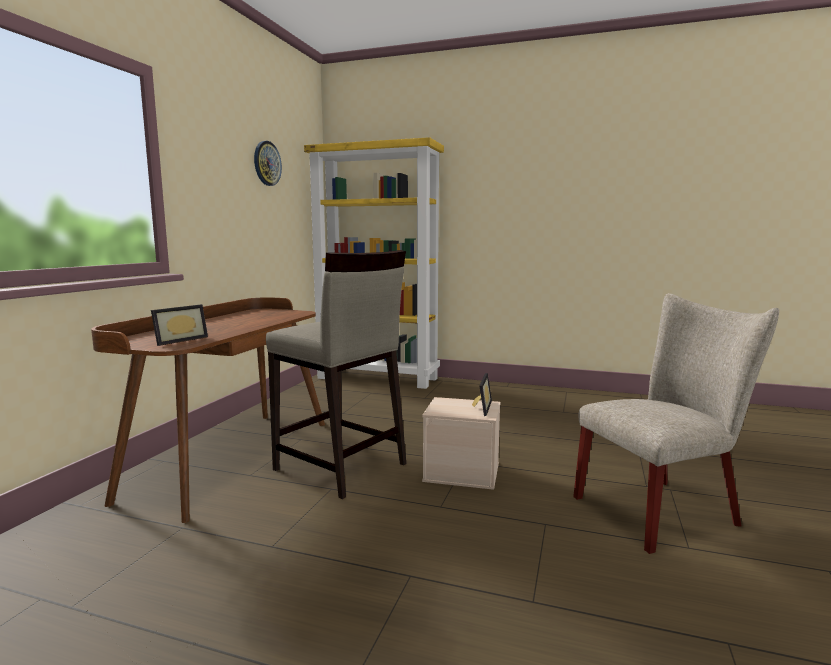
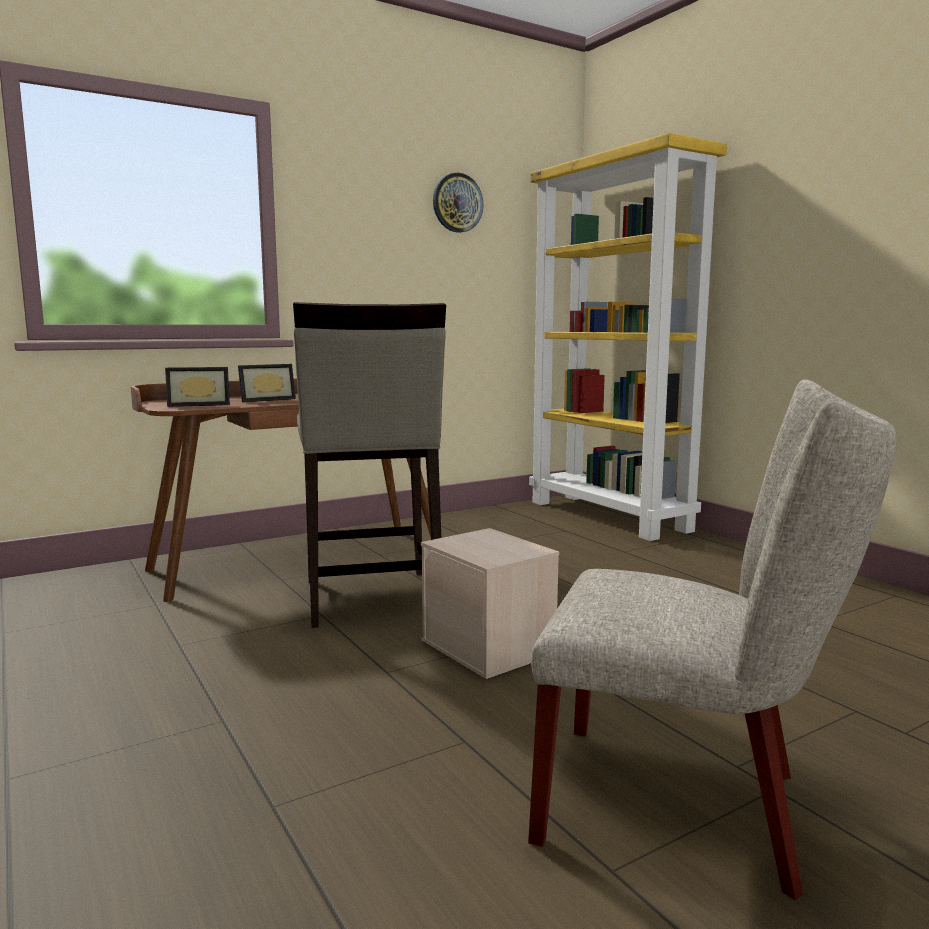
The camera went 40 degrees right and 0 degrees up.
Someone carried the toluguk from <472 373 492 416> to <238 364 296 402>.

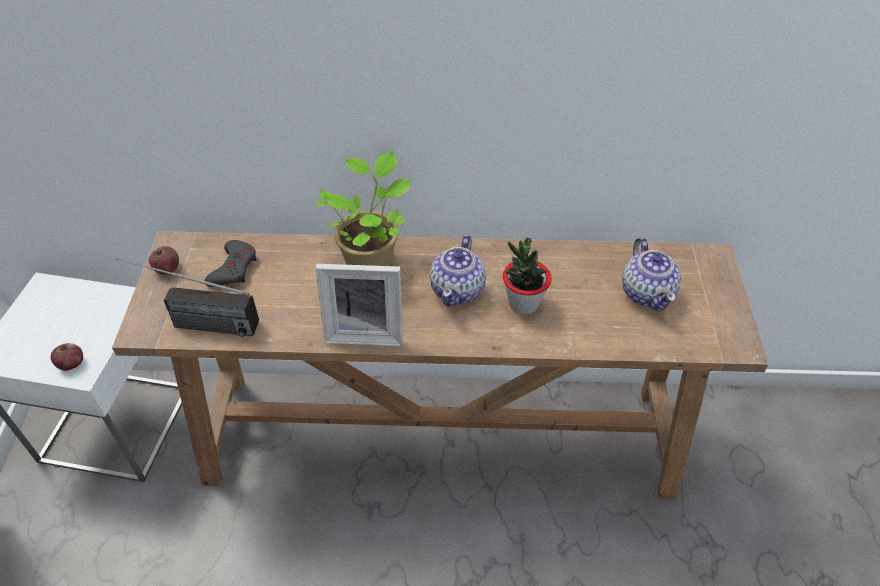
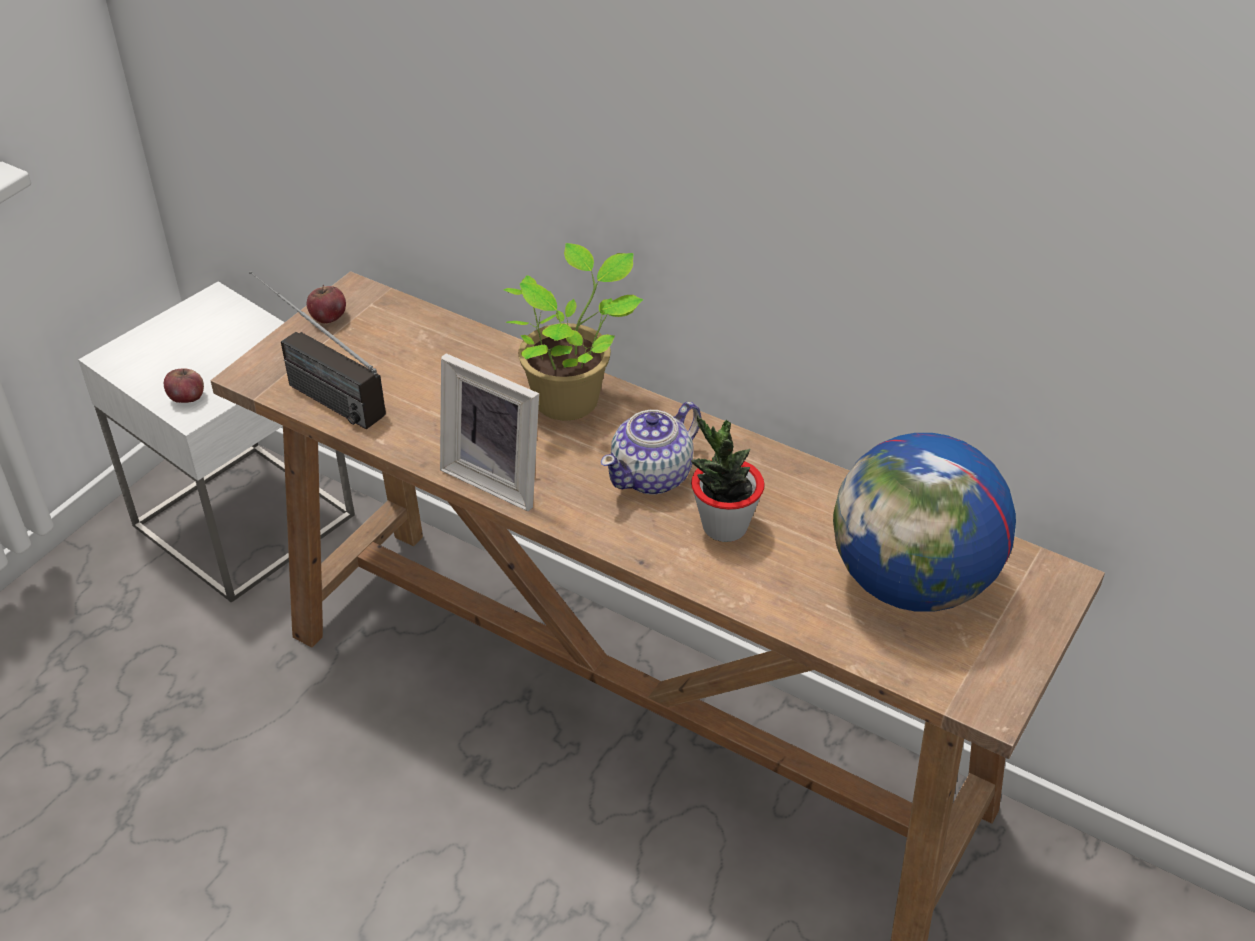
The camera went 30 degrees right and 5 degrees down.
Someone took away the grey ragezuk at <204 240 257 287>.
Someone swapped the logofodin at <622 237 681 311> for the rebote at <833 433 1016 612>.

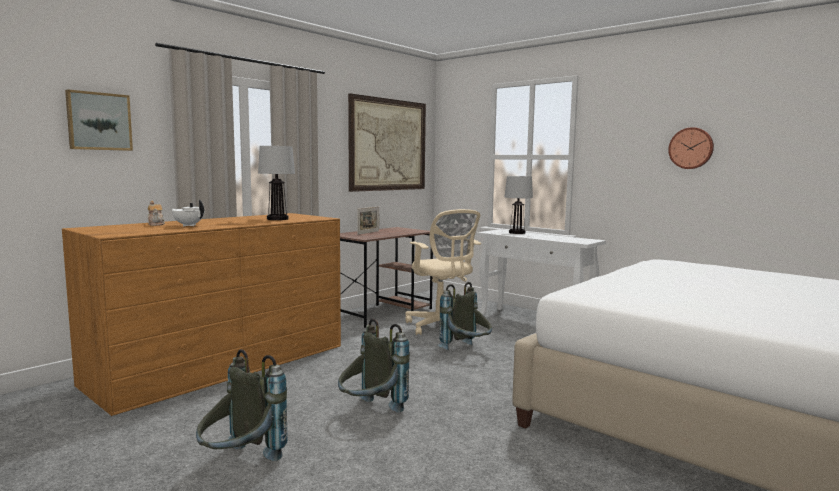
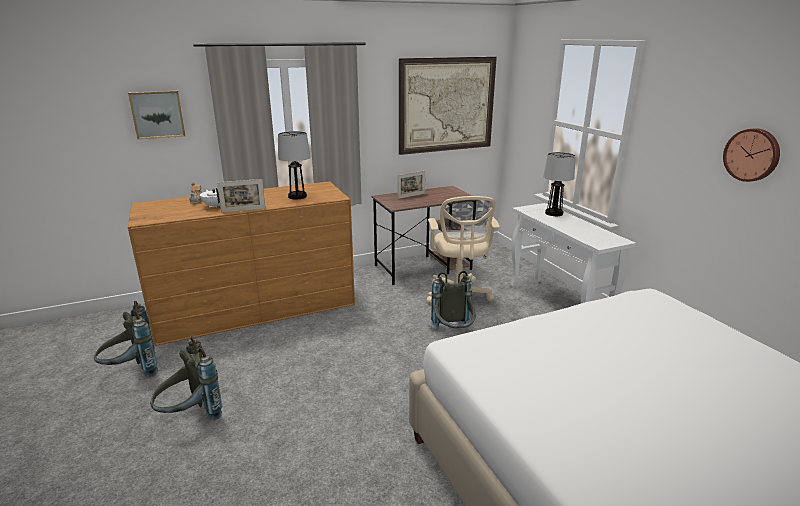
The camera went 25 degrees right and 15 degrees up.
Someone carried the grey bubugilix from <338 319 410 412> to <94 301 158 377>.
Someone put down the toluguk at <217 179 265 213>.

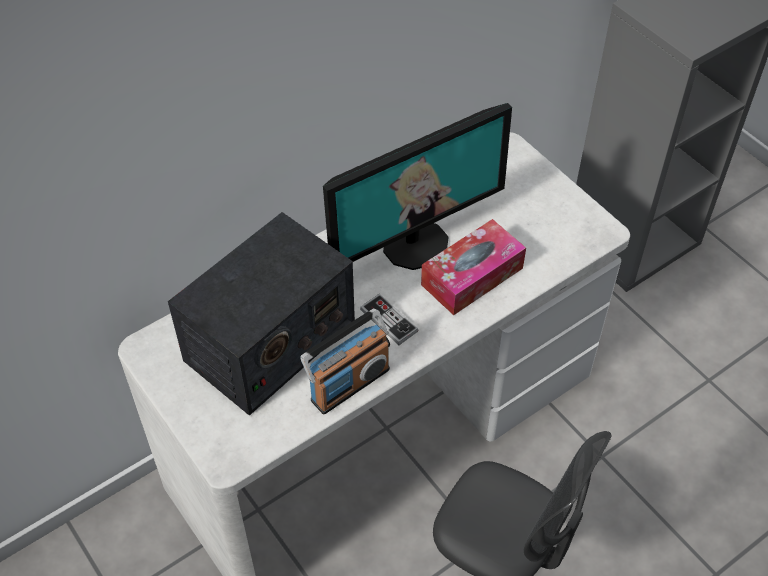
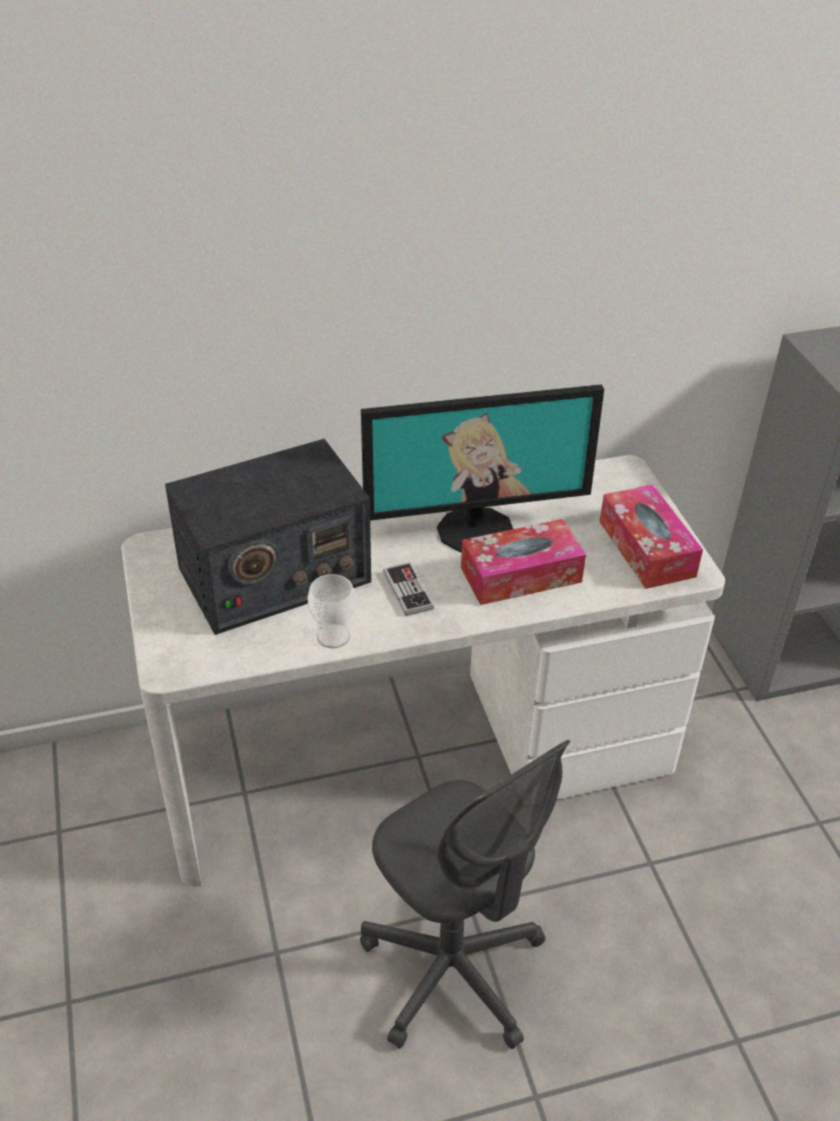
The camera went 20 degrees right and 10 degrees down.
Someone swapped the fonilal at <300 308 390 415> for the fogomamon at <307 574 356 649>.
Someone put down the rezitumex at <600 484 703 589>.

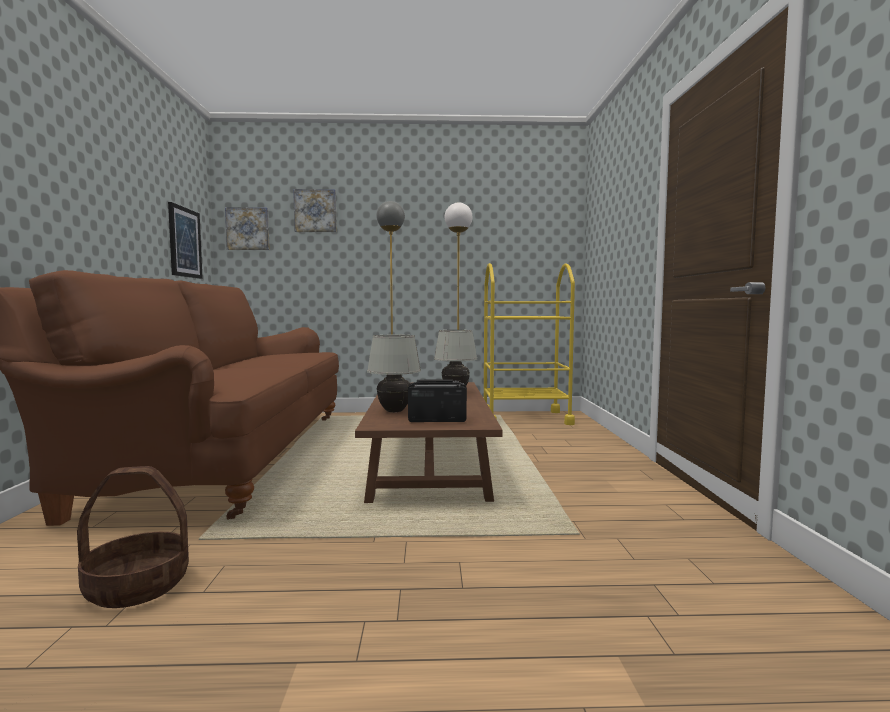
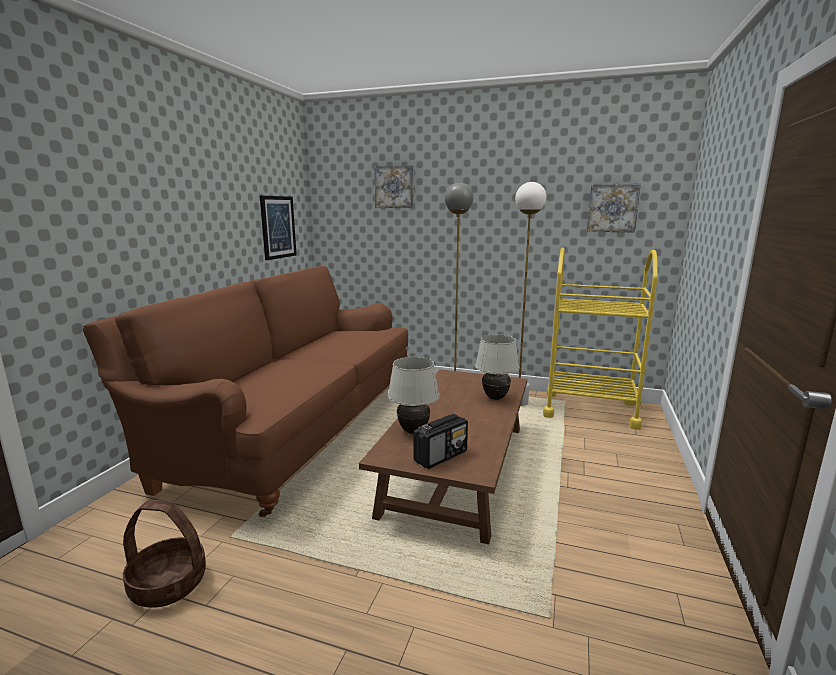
The camera went 20 degrees right and 10 degrees up.
Someone carried the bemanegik from <225 207 270 250> to <587 184 641 232>.
Someone rotated the fonilal at <408 379 467 422> by 120 degrees clockwise.

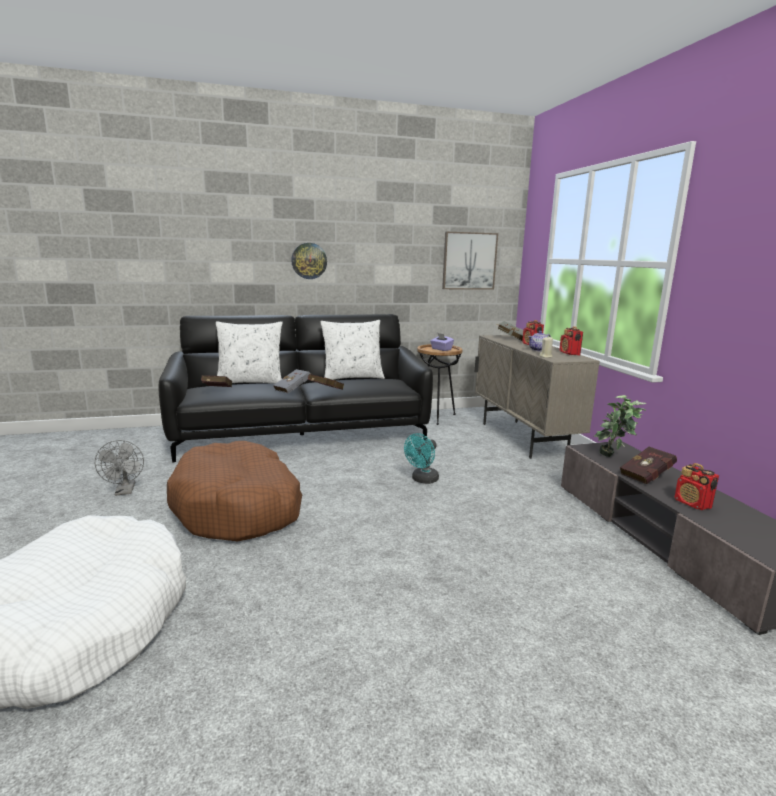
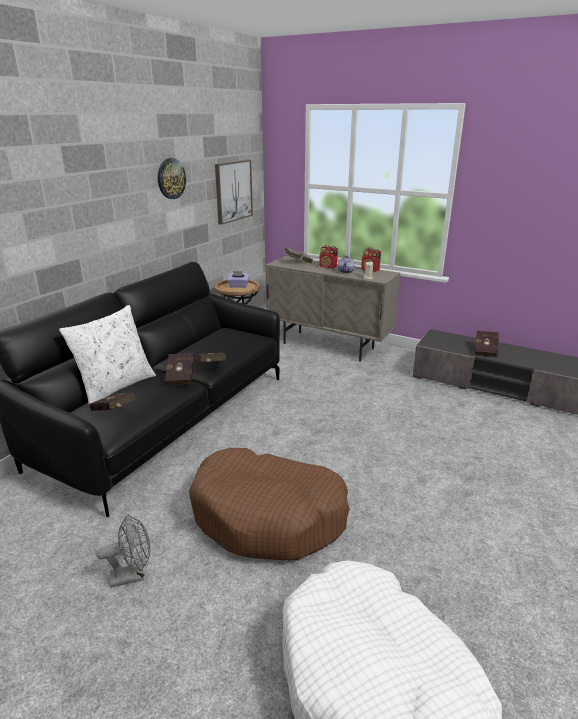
The camera went 45 degrees left and 10 degrees up.
Someone rotated the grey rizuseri at <95 440 144 495> by 45 degrees counterclockwise.
Someone repainted the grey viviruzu at <273 369 311 393>, which became the red viviruzu at <165 353 194 386>.
Someone carried the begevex from <291 243 327 279> to <158 158 186 199>.
Someone took away the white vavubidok at <320 320 385 380>.
Someone took away the turquoise rizuseri at <404 433 439 484>.
Someone took away the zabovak at <594 395 646 457>.
Someone took away the fonilal at <675 463 719 510>.

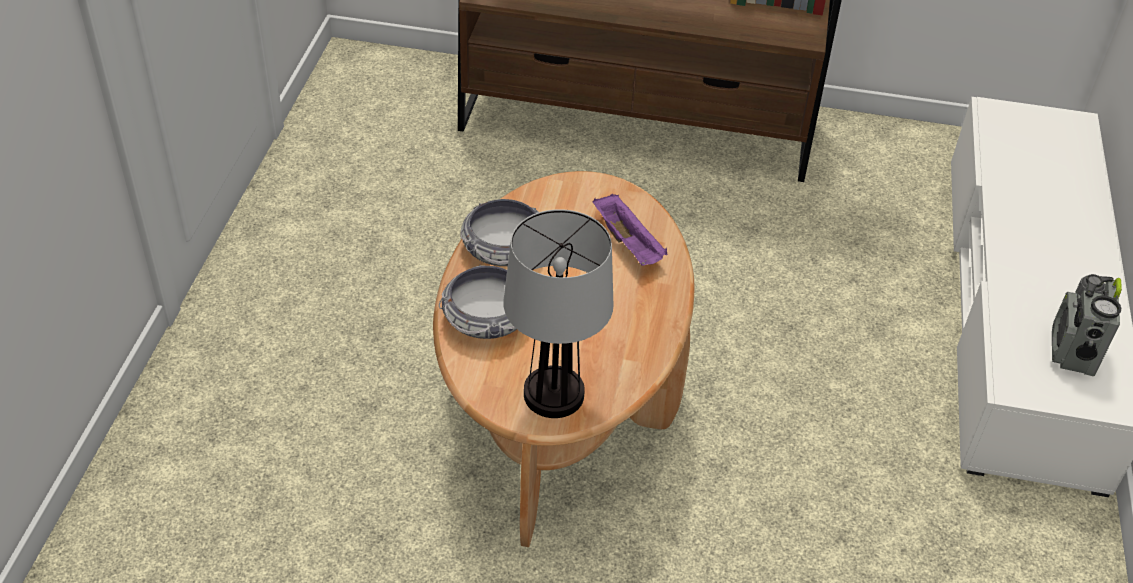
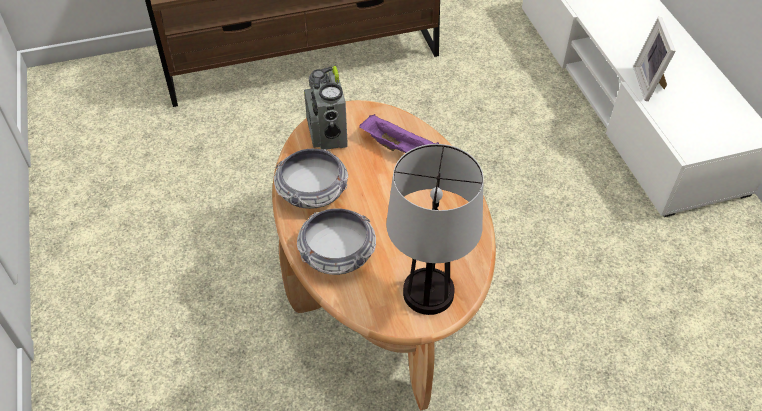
The camera went 25 degrees left and 5 degrees up.
Someone carried the fonilal from <1052 274 1122 376> to <304 66 348 150>.
Someone put down the toluguk at <633 17 676 101>.

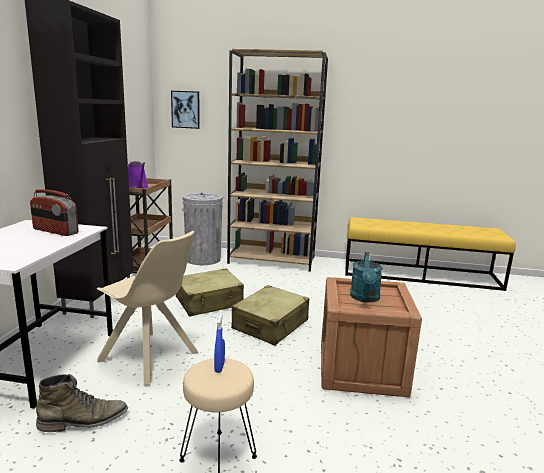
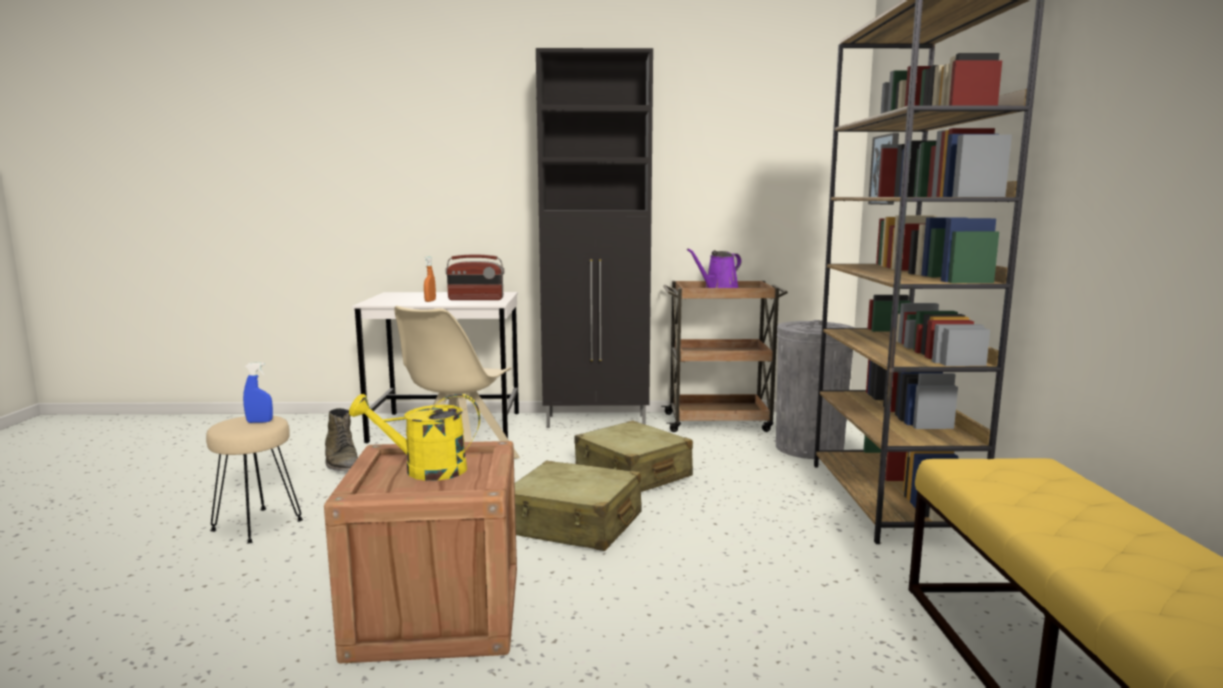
The camera went 80 degrees right and 5 degrees down.
Someone rotated the fonilal at <30 189 79 236> by 105 degrees counterclockwise.
Someone repainted the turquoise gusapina at <350 252 383 302>, which became the yellow gusapina at <349 394 480 481>.
Someone put down the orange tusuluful at <424 257 436 302>.

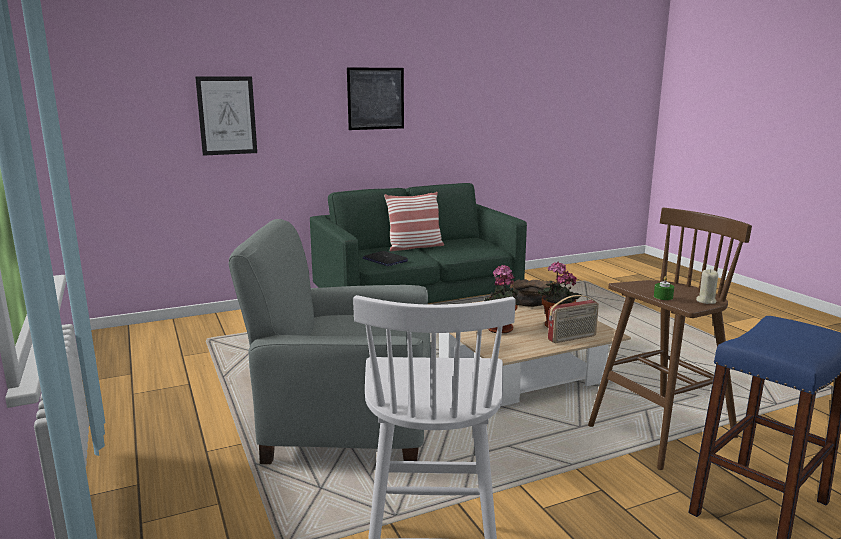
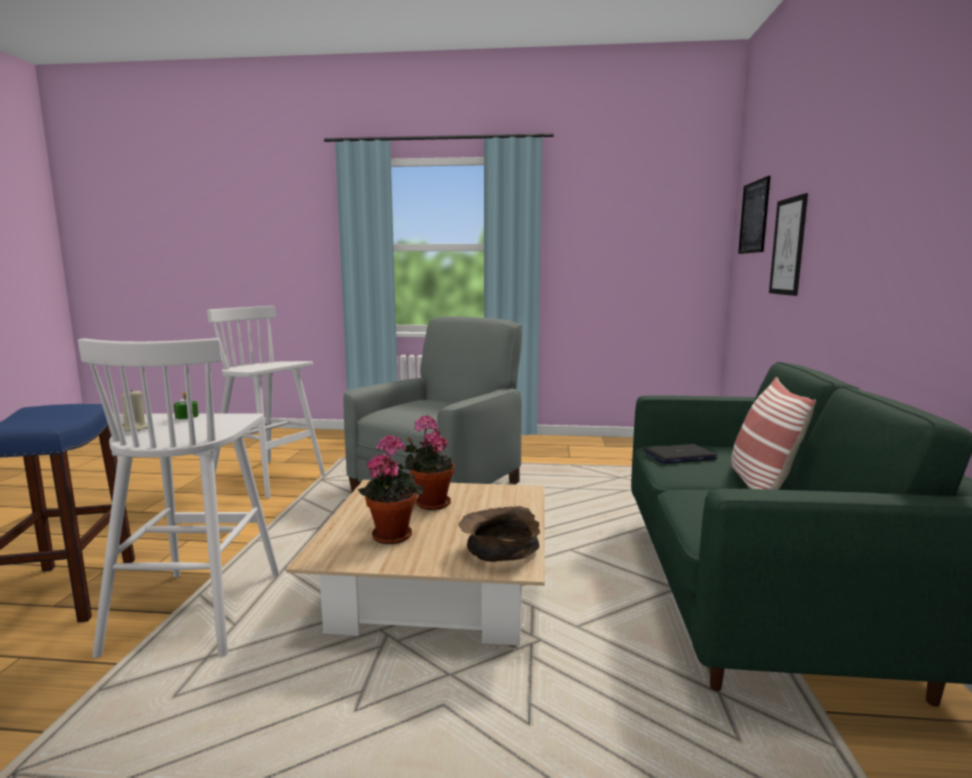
The camera went 120 degrees right and 5 degrees down.
Someone carried the bemanegik from <347 67 404 130> to <738 176 770 254>.
Someone took away the fonilal at <548 295 599 343>.
Someone repainted the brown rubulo at <588 208 752 470>, which became the white rubulo at <78 338 280 658>.

